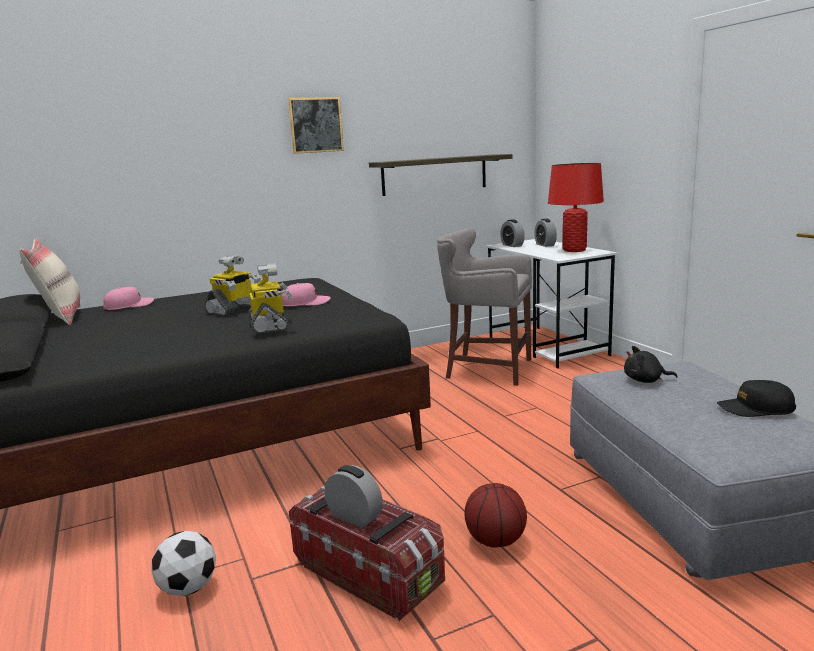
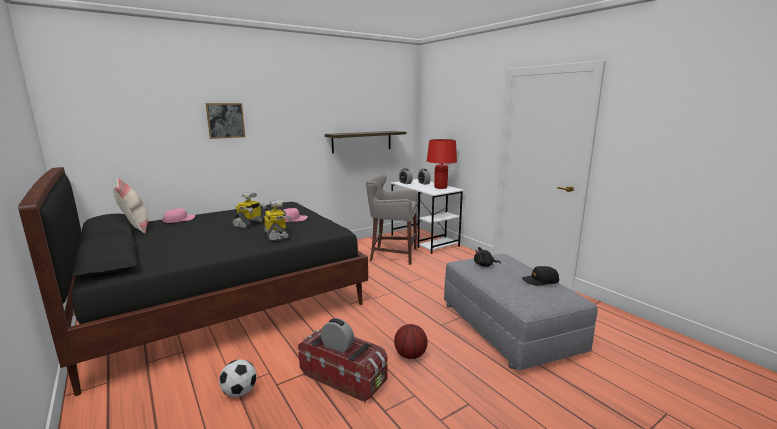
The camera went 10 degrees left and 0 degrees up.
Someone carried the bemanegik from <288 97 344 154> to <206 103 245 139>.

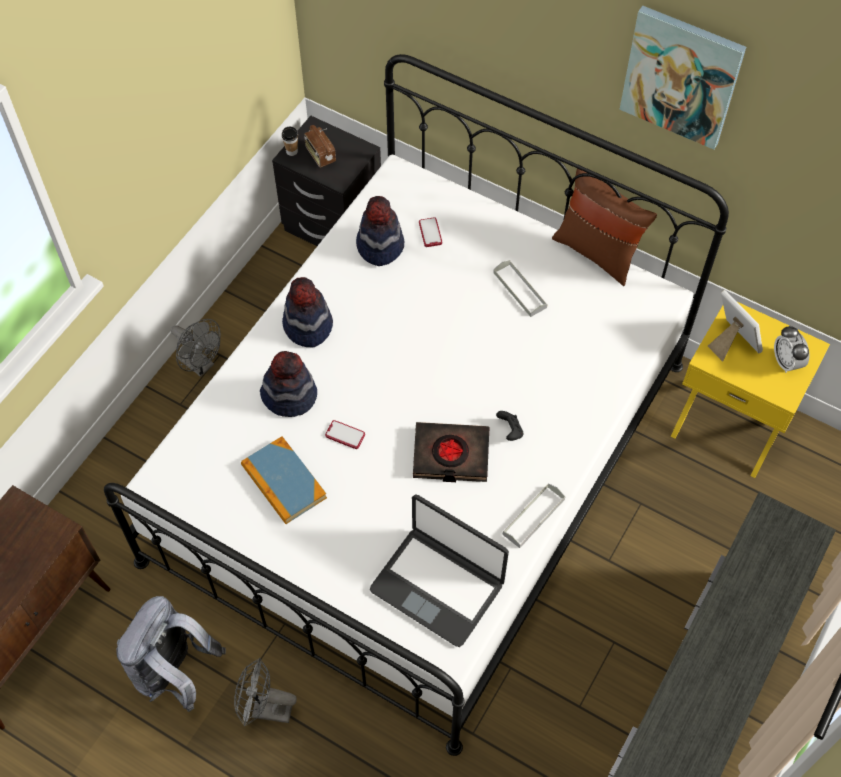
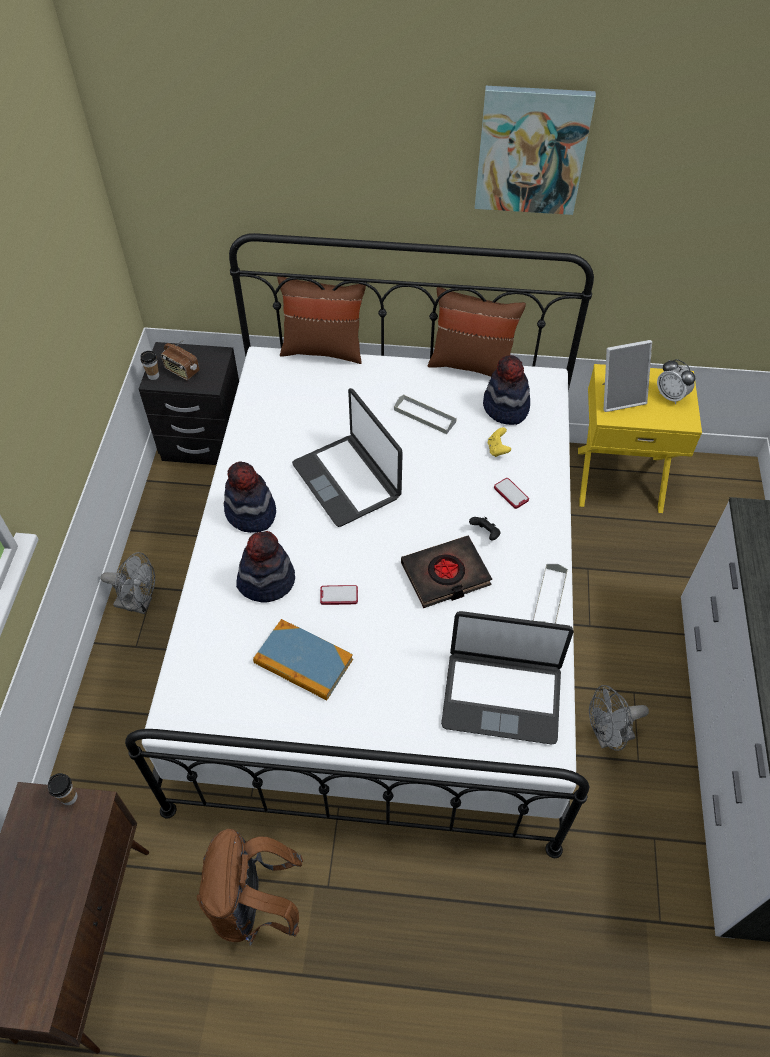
The camera went 25 degrees left and 5 degrees down.
Someone repainted the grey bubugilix at <116 596 226 712>, which became the brown bubugilix at <197 829 303 946>.
Someone carried the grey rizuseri from <234 658 297 726> to <589 685 649 751>.
Someone carried the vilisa from <356 196 404 266> to <483 355 530 425>.
Someone carried the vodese from <419 217 442 247> to <494 478 529 509>.
Someone rotated the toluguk at <708 290 763 362> by 135 degrees clockwise.
Someone put down the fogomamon at <48 773 77 805>.
Someone put down the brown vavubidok at <277 276 366 364>.
Someone put down the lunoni at <292 388 403 527>.
Someone put down the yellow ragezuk at <488 427 511 457>.

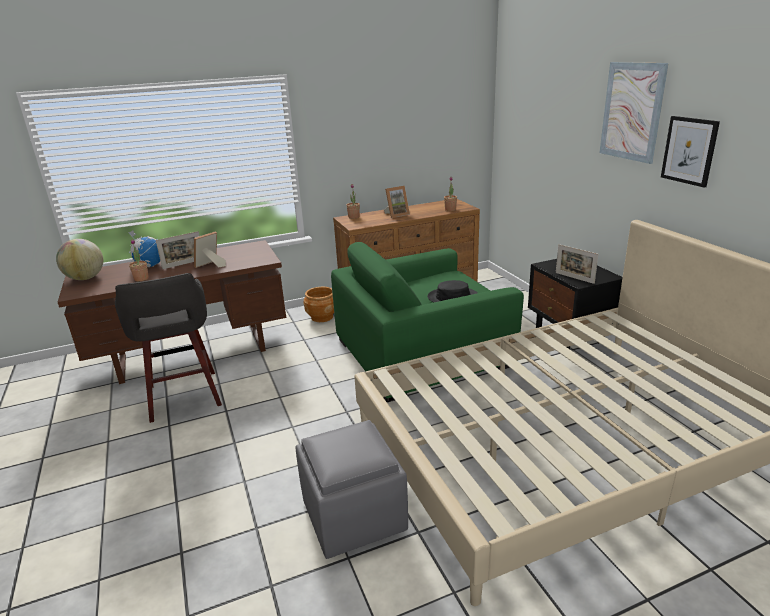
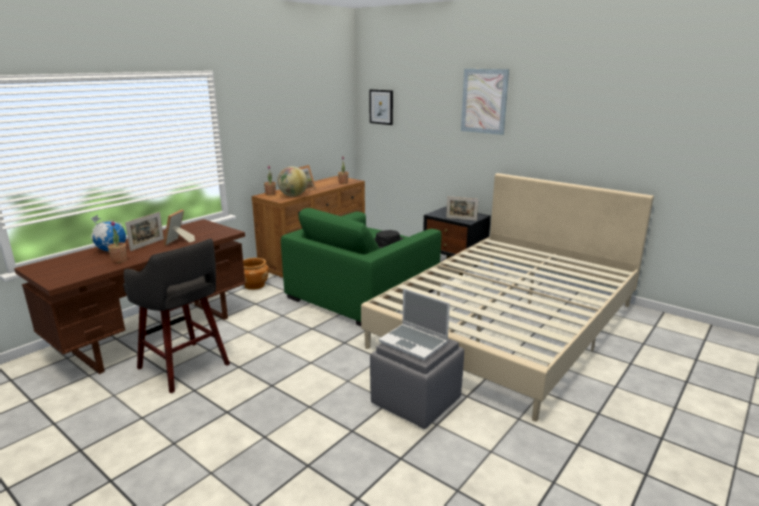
The camera went 30 degrees left and 5 degrees down.
Someone carried the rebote from <56 239 103 280> to <277 166 307 197>.
Someone carried the bemanegik from <661 116 720 187> to <369 89 393 125>.
Someone put down the lunoni at <379 288 450 360>.

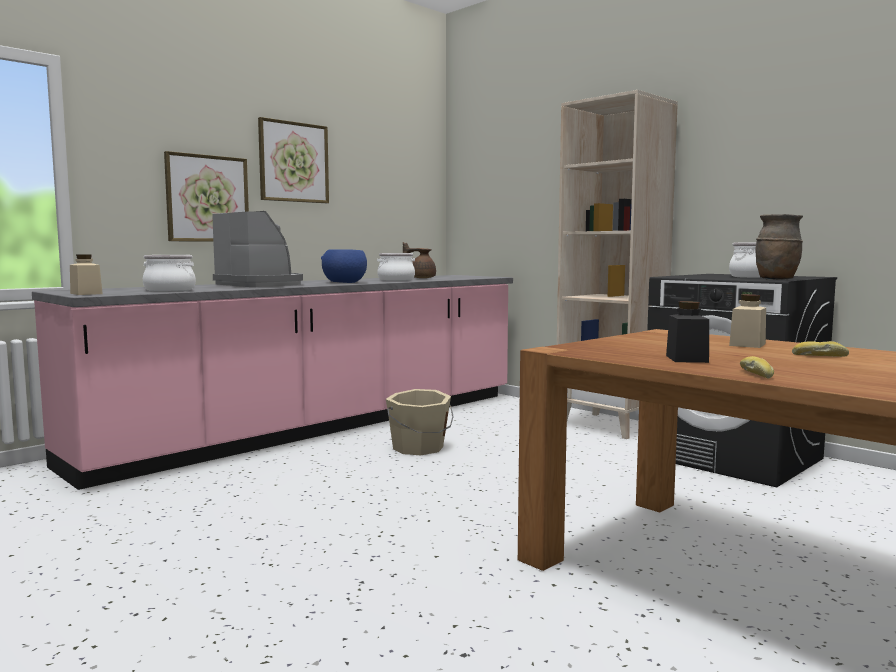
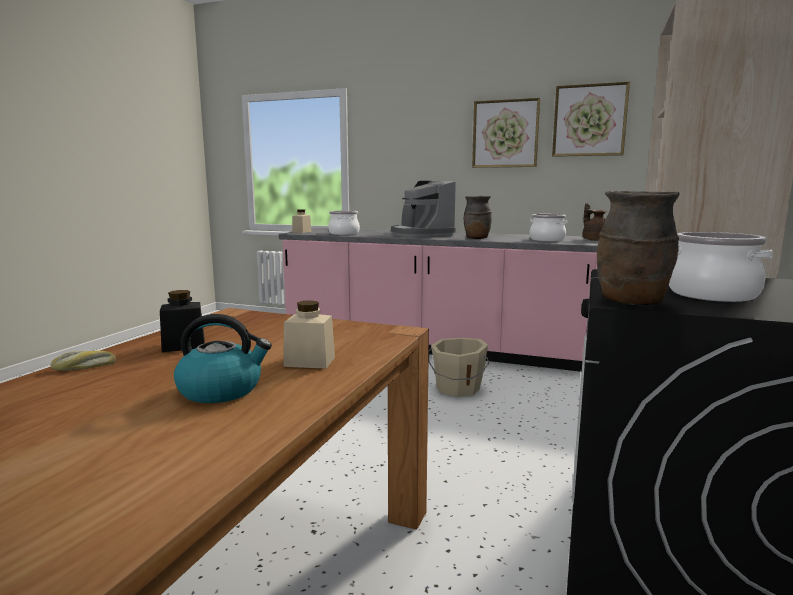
The camera went 65 degrees right and 5 degrees up.
Someone carried the bemanegik from <164 151 249 242> to <552 82 630 157>.
Someone rotated the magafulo at <212 211 303 287> by 135 degrees clockwise.
Someone swapped the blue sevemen at <321 249 367 283> for the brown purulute at <464 196 492 239>.
Someone swapped the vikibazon at <792 341 849 357> for the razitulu at <174 314 272 403>.

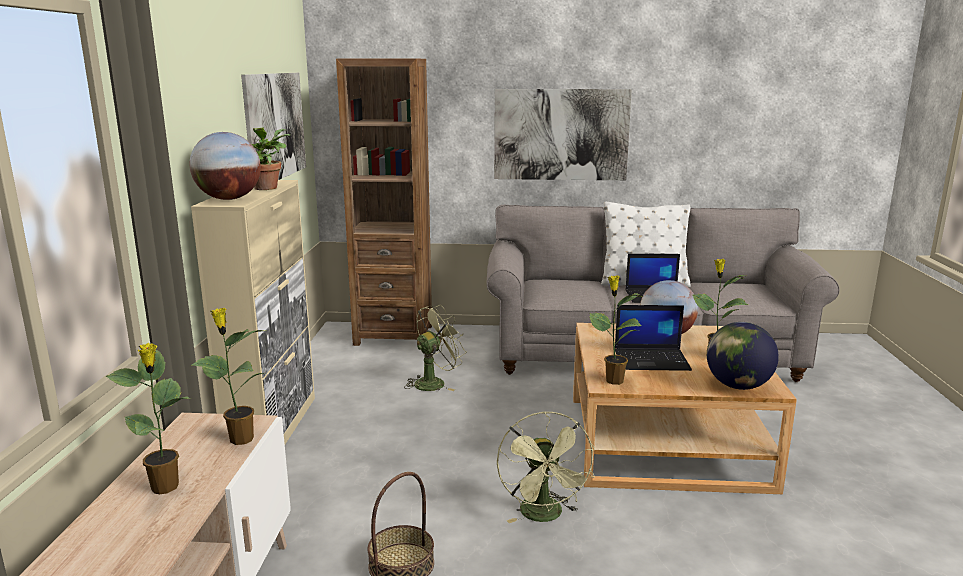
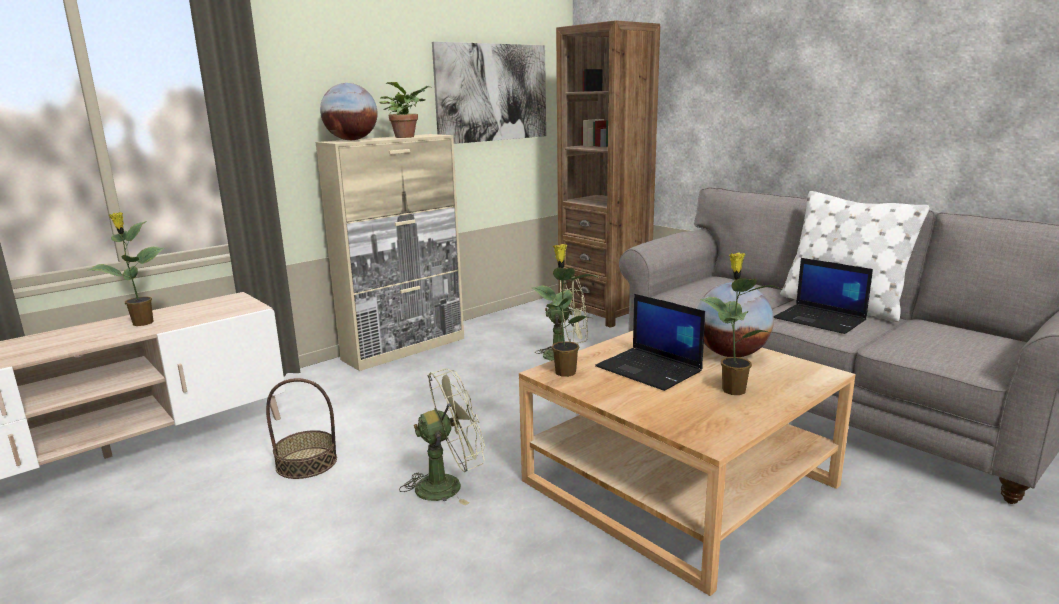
The camera went 45 degrees right and 0 degrees up.
Someone took away the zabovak at <192 308 264 445>.
Someone took away the bemanegik at <494 89 632 180>.
Someone rotated the green rizuseri at <497 411 595 523> by 150 degrees counterclockwise.
Someone took away the rebote at <707 322 779 390>.

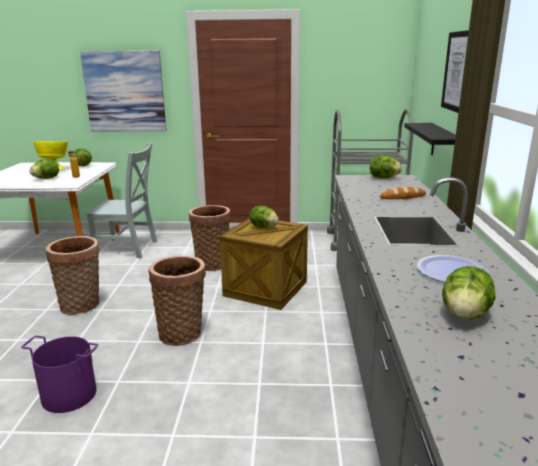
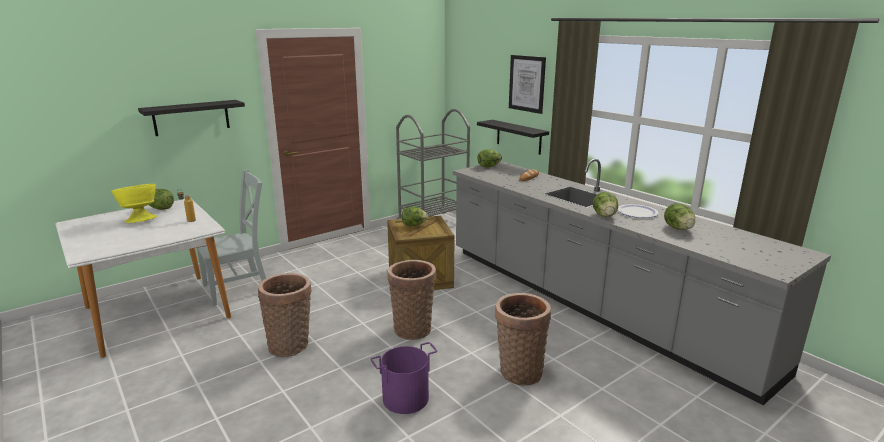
The camera went 40 degrees left and 0 degrees up.
Someone carried the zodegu from <29 159 59 179> to <593 192 618 217>.
Someone swapped the bemanegik at <80 51 166 132> for the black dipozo at <138 100 245 136>.
Someone carried the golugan from <189 205 231 271> to <495 293 551 386>.

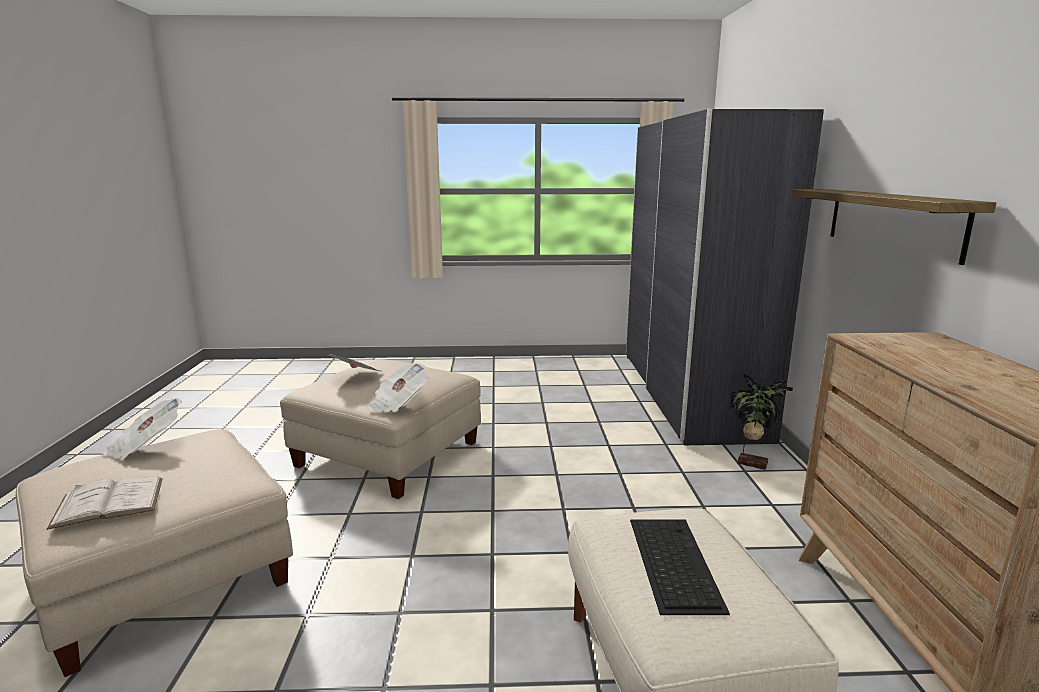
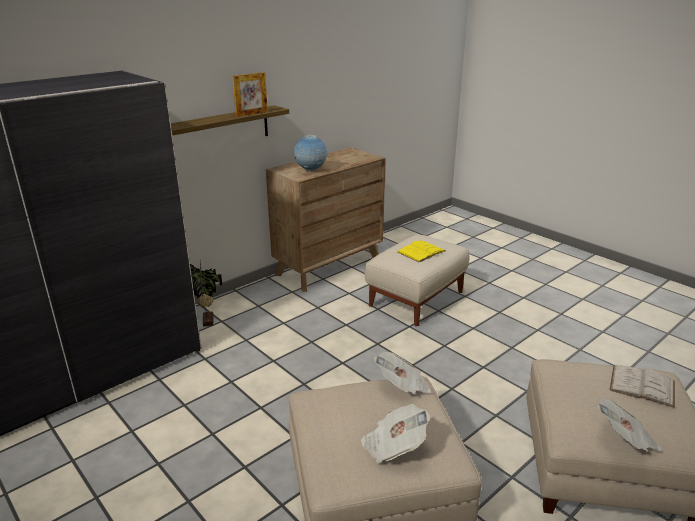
The camera went 130 degrees left and 10 degrees up.
Someone swapped the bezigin at <630 519 730 615> for the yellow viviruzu at <398 241 445 262>.
Someone put down the toluguk at <232 72 268 117>.
Someone put down the rebote at <294 134 327 172>.

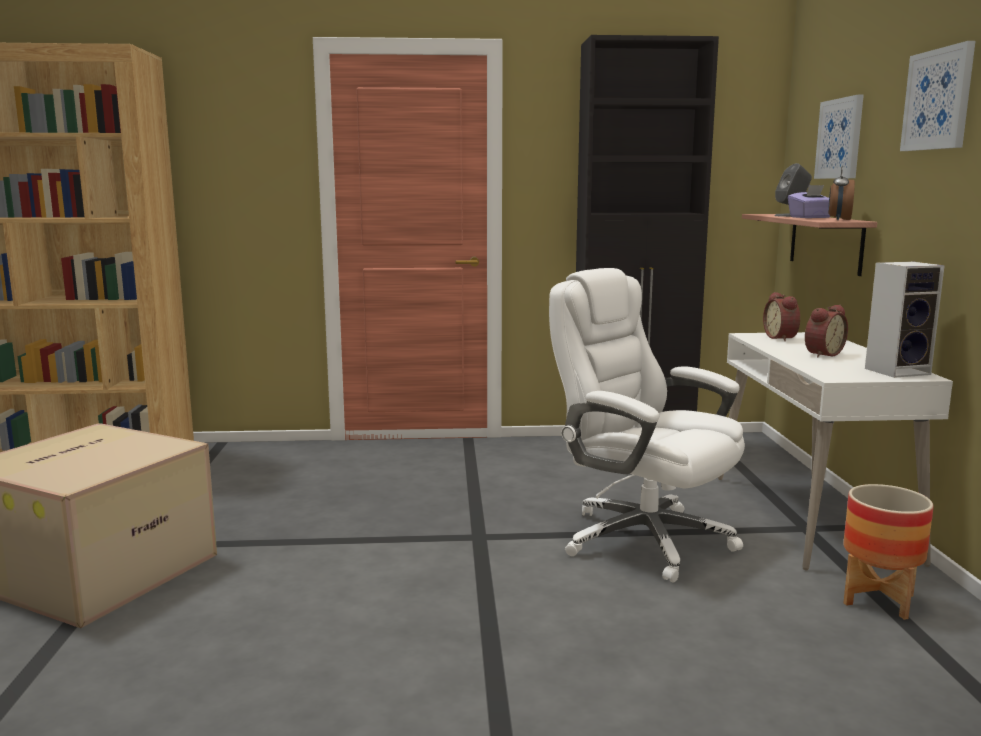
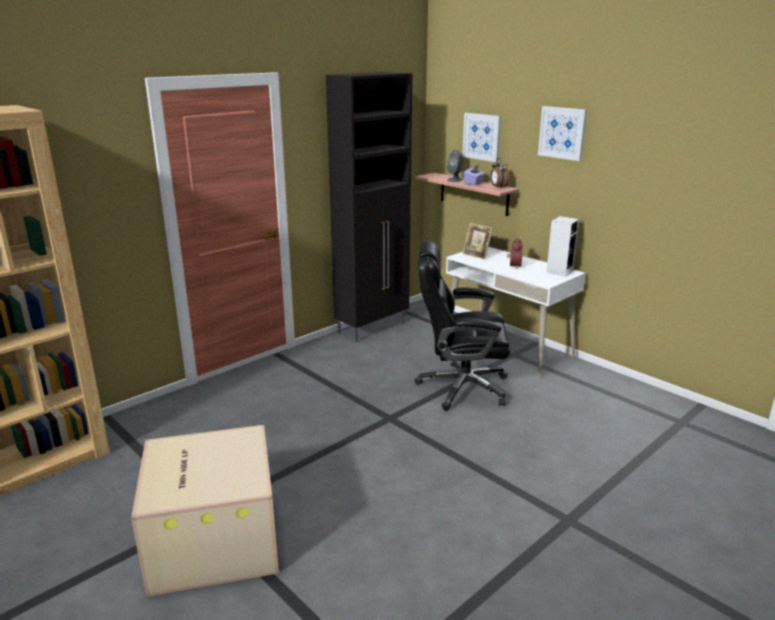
The camera went 40 degrees left and 10 degrees up.
Someone repainted the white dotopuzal at <549 268 745 583>, which became the black dotopuzal at <415 241 510 411>.
Someone swapped the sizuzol at <763 292 800 341> for the toluguk at <462 223 493 259>.
Someone took away the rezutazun at <843 484 933 620>.

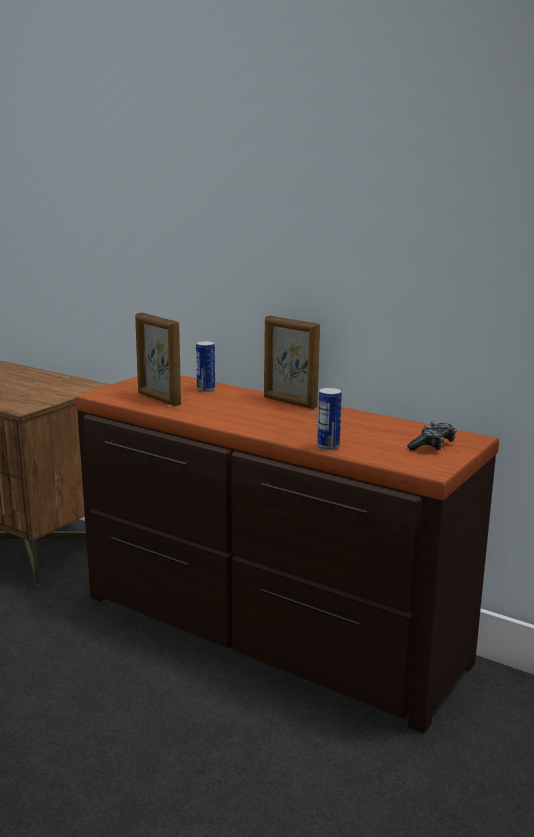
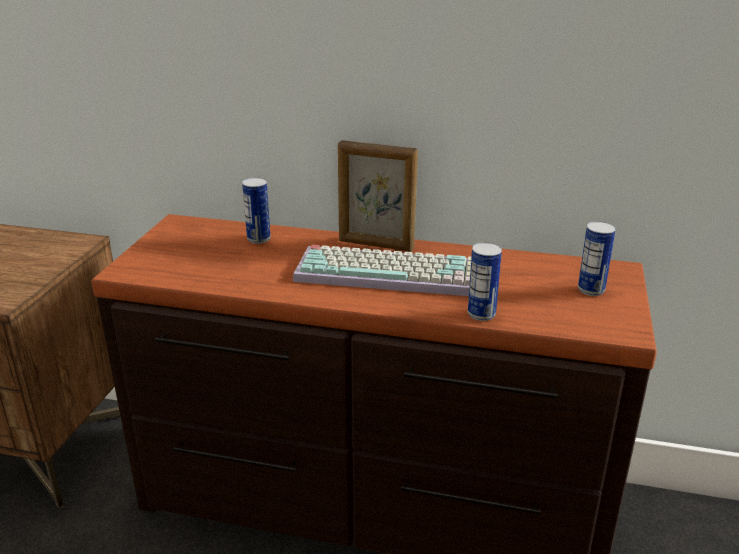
The camera went 20 degrees left and 10 degrees up.
Someone took away the toluguk at <135 313 181 406>.
Someone swapped the ragezuk at <407 422 457 451> for the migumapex at <578 221 616 296>.
Someone put down the bezigin at <293 245 471 296>.

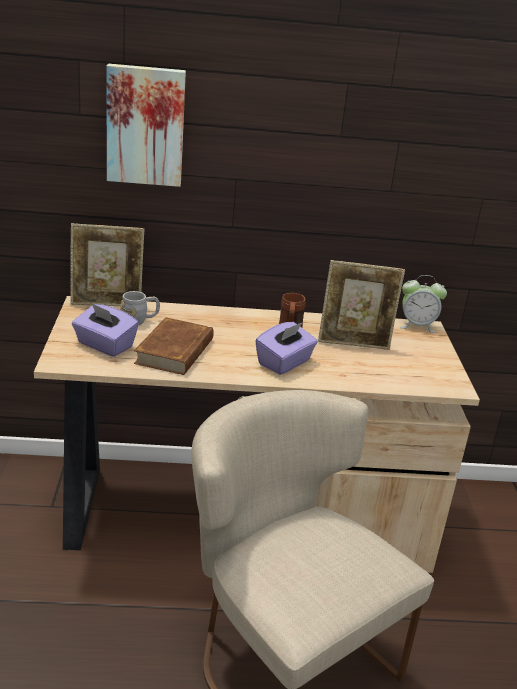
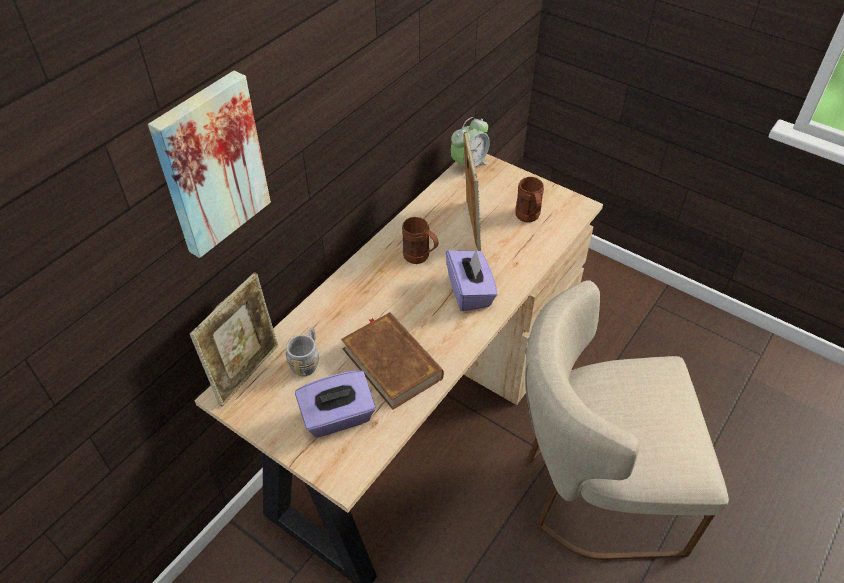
The camera went 50 degrees left and 20 degrees up.
Someone rotated the toluguk at <318 260 405 350> by 45 degrees counterclockwise.
Someone put down the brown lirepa at <515 177 544 222>.

